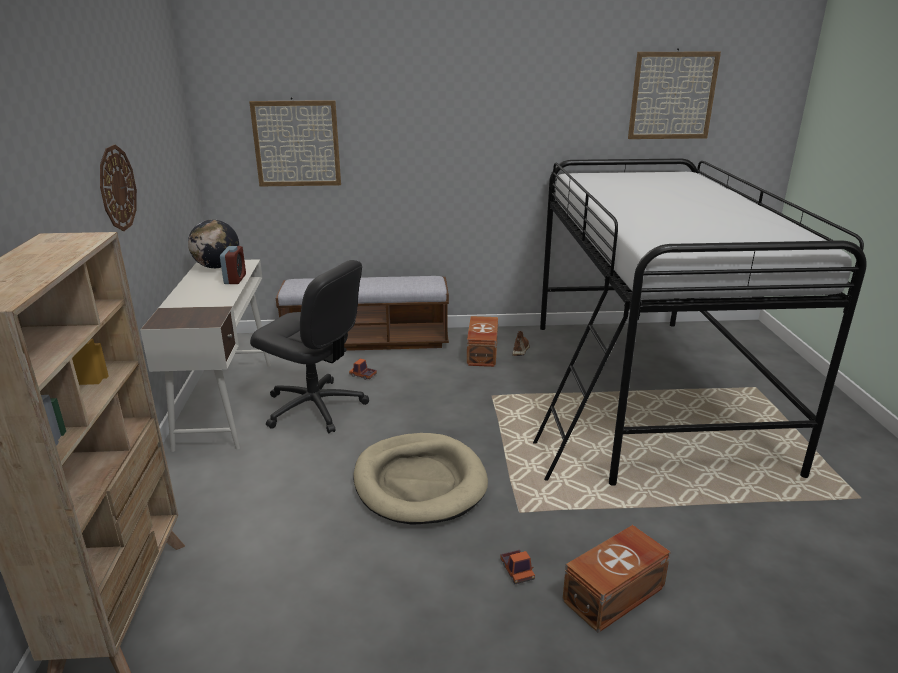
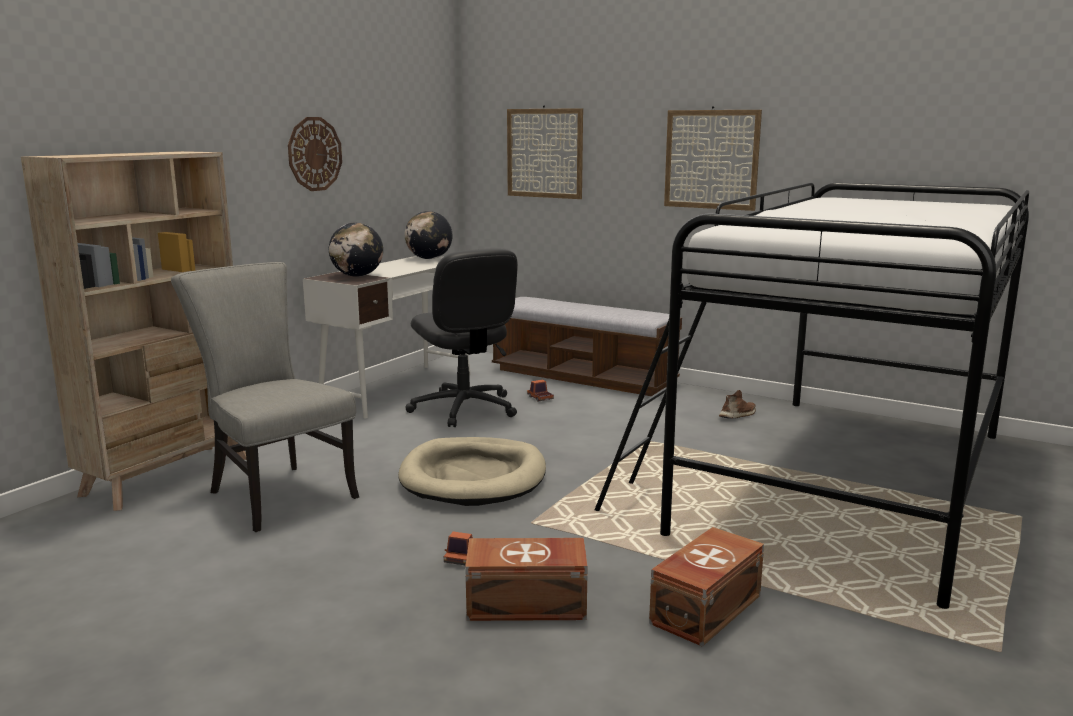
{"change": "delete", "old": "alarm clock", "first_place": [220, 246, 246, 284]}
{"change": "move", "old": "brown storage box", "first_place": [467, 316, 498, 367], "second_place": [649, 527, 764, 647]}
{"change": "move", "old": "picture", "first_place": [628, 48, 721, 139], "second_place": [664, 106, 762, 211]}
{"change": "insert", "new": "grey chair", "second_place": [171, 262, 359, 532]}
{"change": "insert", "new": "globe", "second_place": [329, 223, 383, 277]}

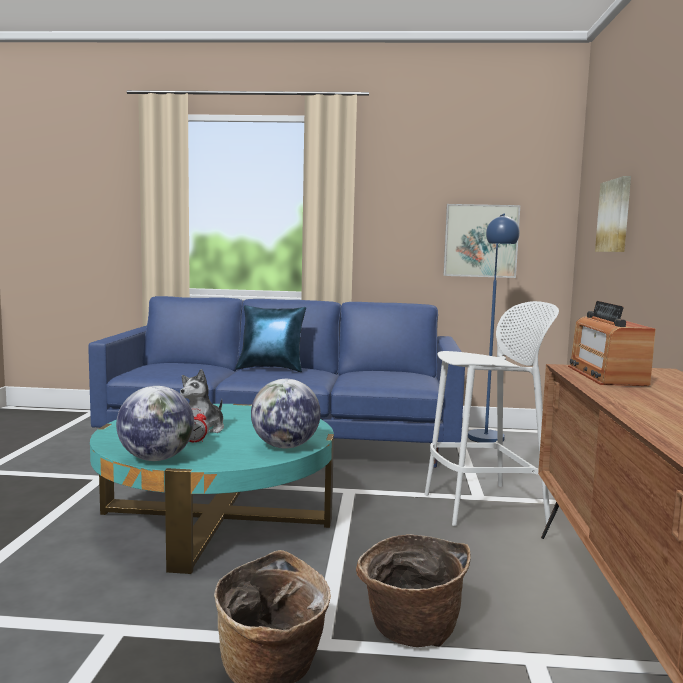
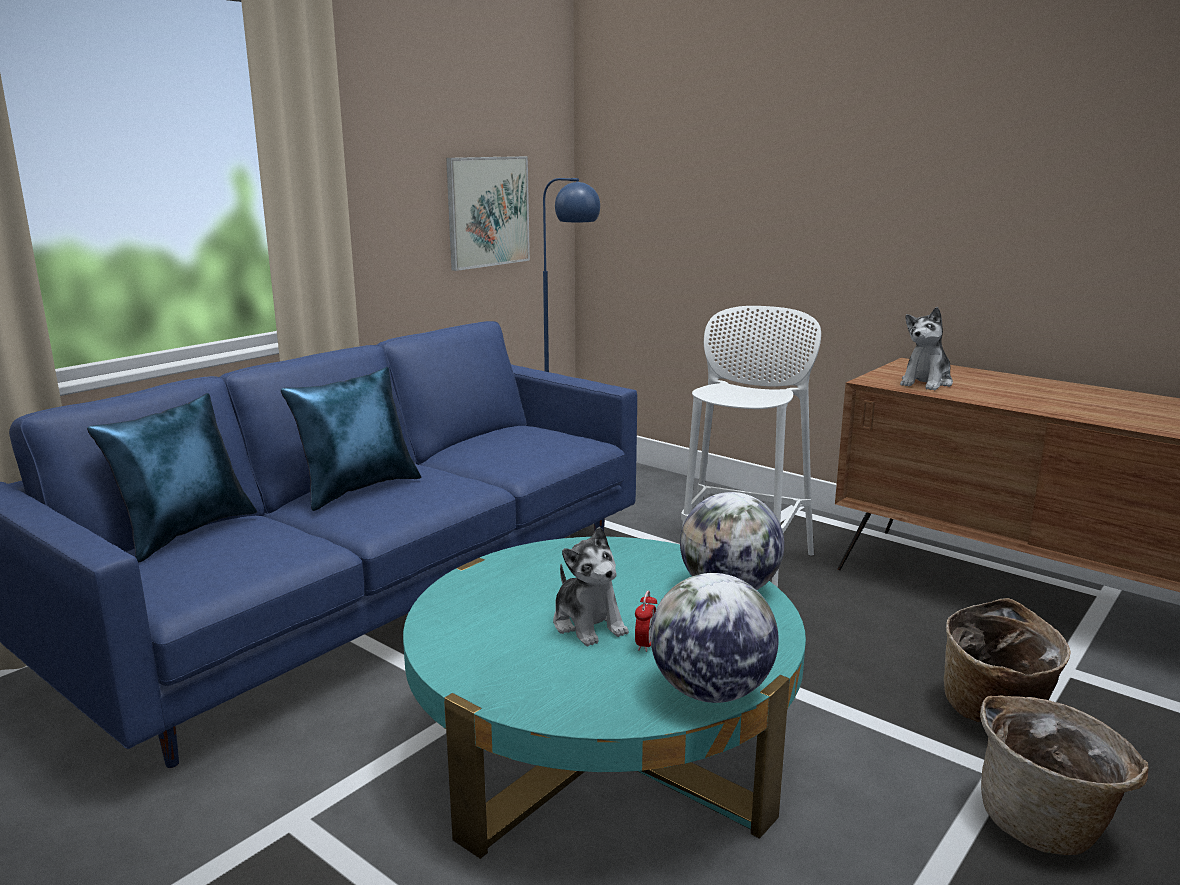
{"change": "replace", "old": "radio", "new": "plush toy", "first_place": [568, 301, 656, 386], "second_place": [900, 307, 953, 391]}
{"change": "delete", "old": "picture", "first_place": [595, 176, 631, 252]}
{"change": "insert", "new": "blue pillow", "second_place": [87, 393, 257, 563]}

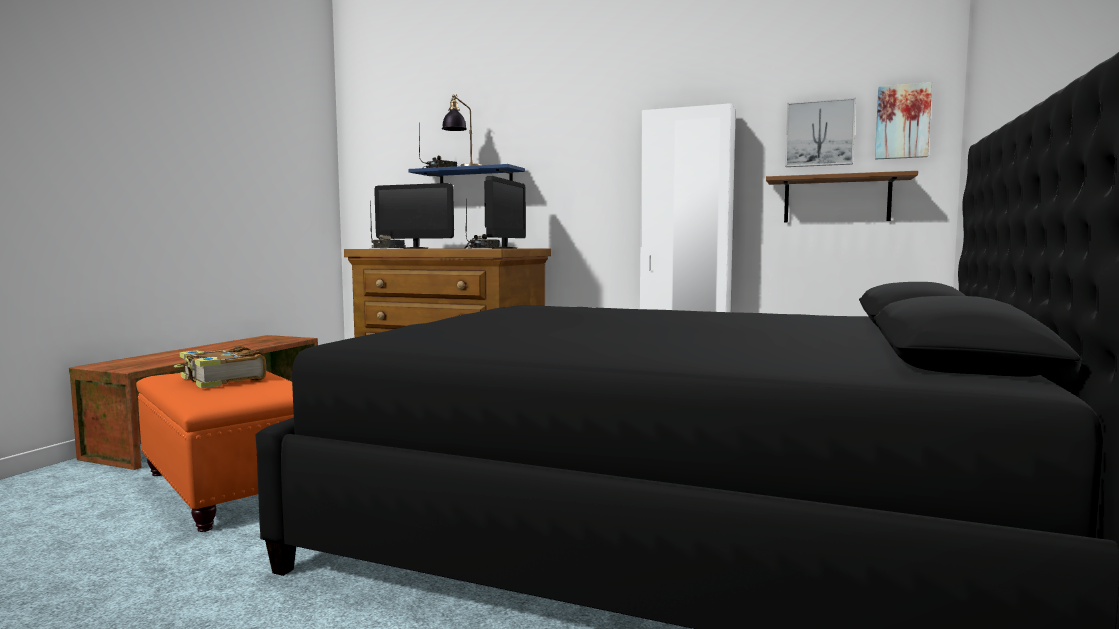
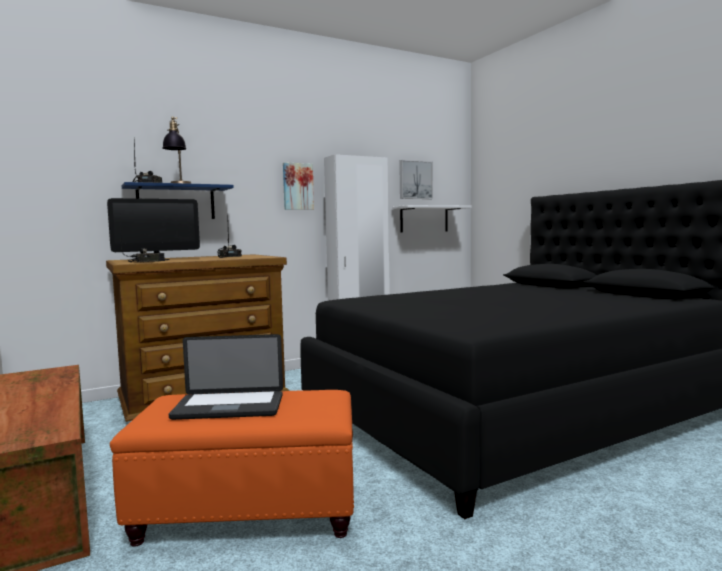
{"change": "replace", "old": "book", "new": "laptop", "first_place": [174, 346, 266, 388], "second_place": [169, 334, 283, 420]}
{"change": "delete", "old": "monitor", "first_place": [484, 176, 526, 248]}
{"change": "recolor", "old": "brown shelf", "new": "white shelf", "first_place": [766, 171, 918, 222], "second_place": [392, 205, 472, 232]}
{"change": "move", "old": "picture", "first_place": [875, 82, 932, 160], "second_place": [283, 162, 314, 210]}

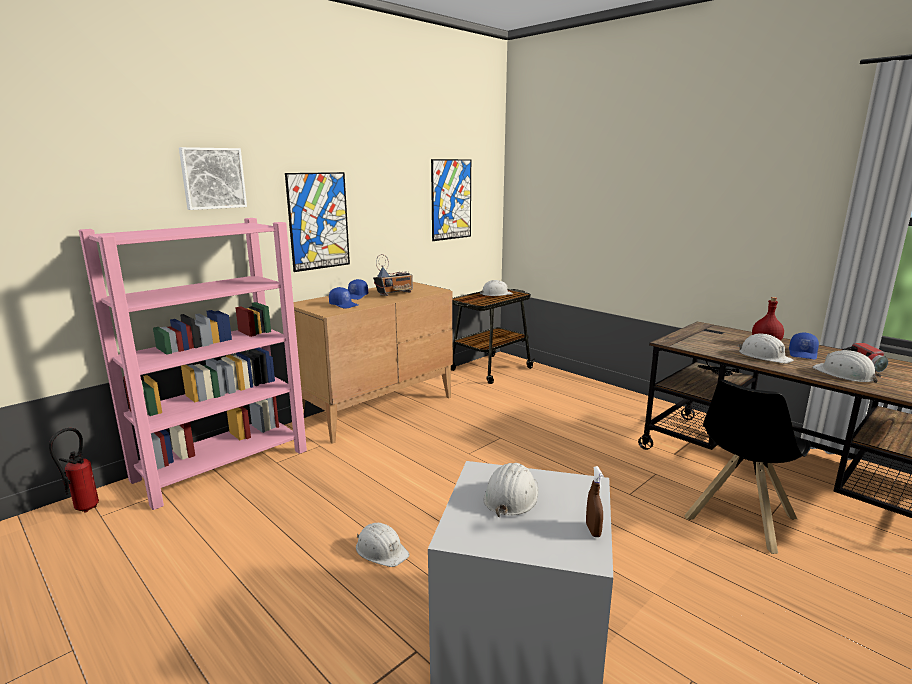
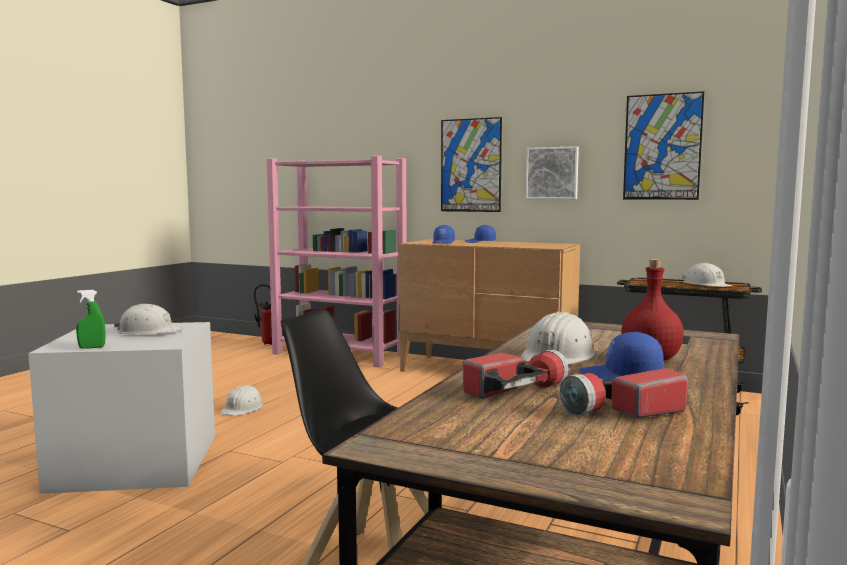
{"change": "move", "old": "picture", "first_place": [179, 147, 247, 210], "second_place": [525, 146, 579, 199]}
{"change": "delete", "old": "radio", "first_place": [373, 254, 413, 296]}
{"change": "recolor", "old": "brown spray bottle", "new": "green spray bottle", "first_place": [586, 466, 604, 537], "second_place": [76, 290, 106, 349]}
{"change": "replace", "old": "white hard hat", "new": "flashlight", "first_place": [813, 350, 882, 383], "second_place": [463, 350, 569, 399]}

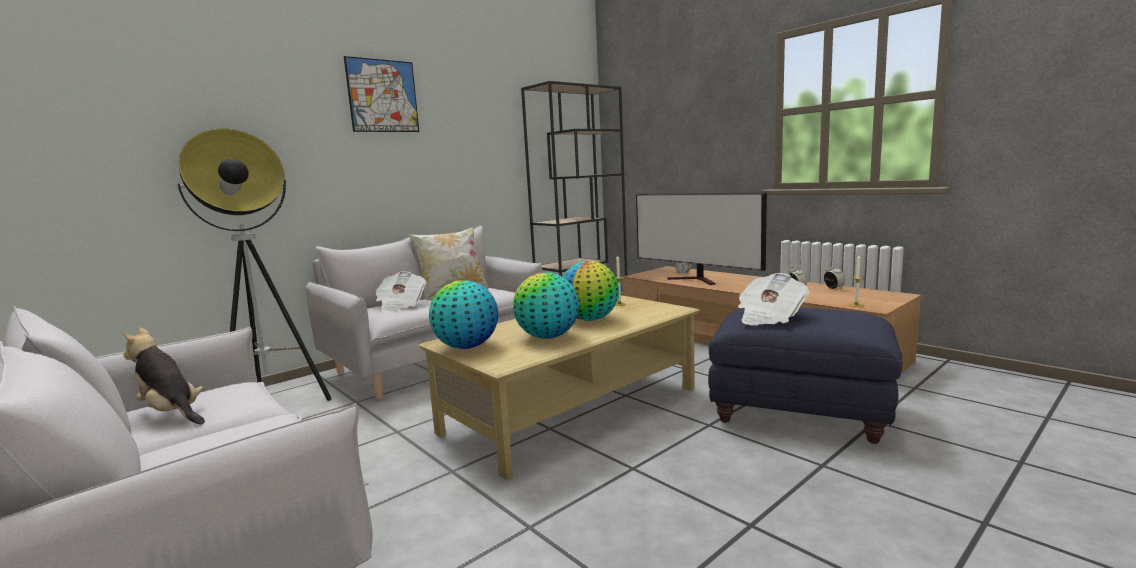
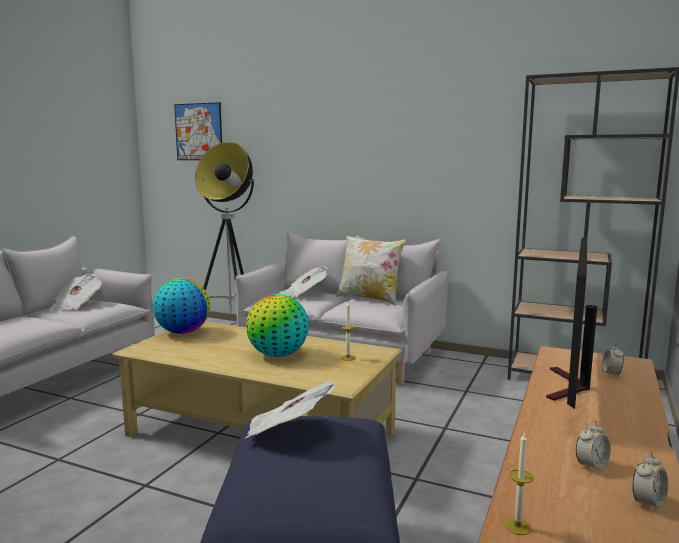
{"change": "replace", "old": "plush toy", "new": "newspaper", "first_place": [122, 328, 205, 425], "second_place": [50, 274, 102, 311]}
{"change": "move", "old": "picture", "first_place": [344, 56, 419, 132], "second_place": [174, 102, 222, 160]}
{"change": "delete", "old": "globe", "first_place": [513, 272, 579, 339]}

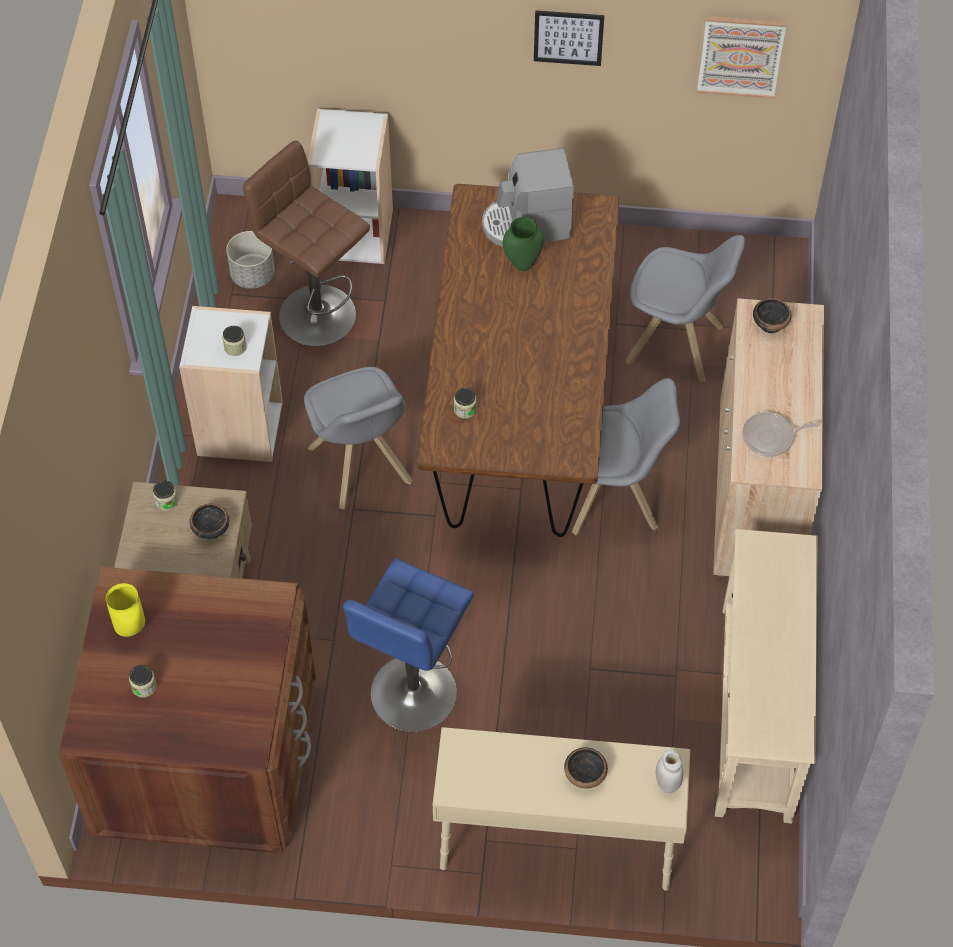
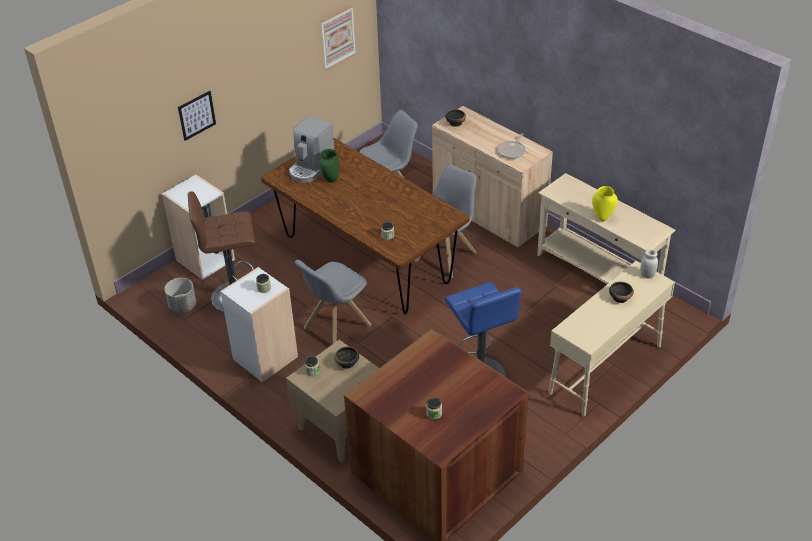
{"change": "move", "old": "yellow vase", "first_place": [106, 583, 145, 637], "second_place": [592, 186, 618, 221]}
{"change": "rotate", "old": "grey chair", "first_place": [304, 367, 412, 510], "second_place": [295, 260, 371, 344], "degrees": 120}
{"change": "move", "old": "picture", "first_place": [534, 10, 604, 66], "second_place": [178, 91, 216, 141]}

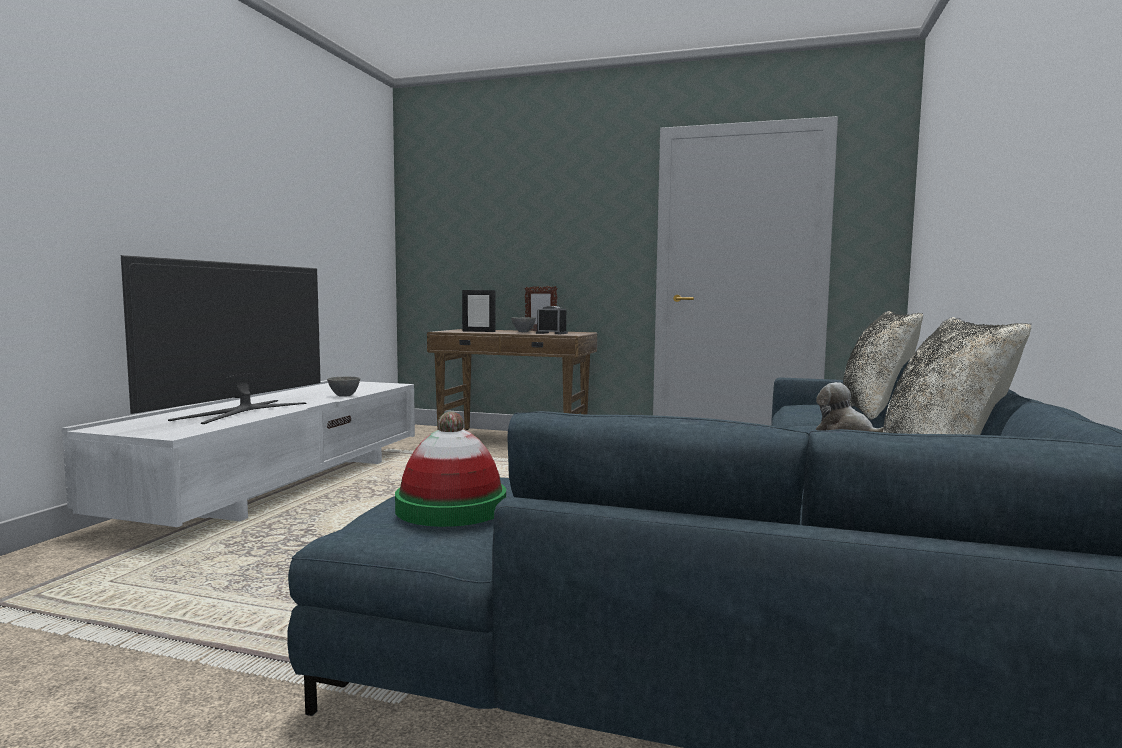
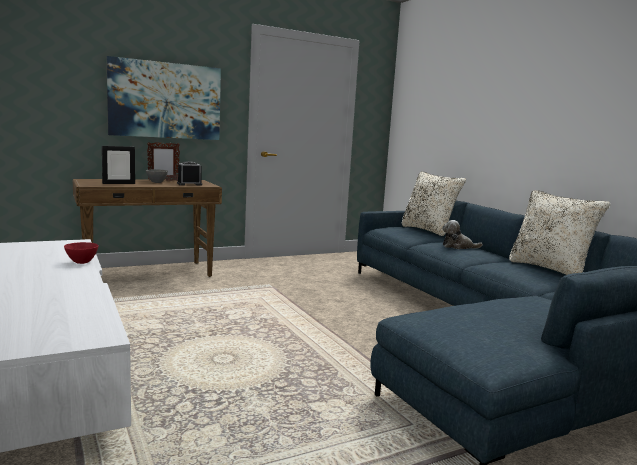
{"change": "delete", "old": "television", "first_place": [121, 255, 321, 424]}
{"change": "recolor", "old": "grey bowl", "new": "red bowl", "first_place": [327, 376, 360, 397], "second_place": [64, 242, 99, 264]}
{"change": "delete", "old": "hat", "first_place": [395, 411, 506, 527]}
{"change": "insert", "new": "picture", "second_place": [107, 56, 221, 140]}

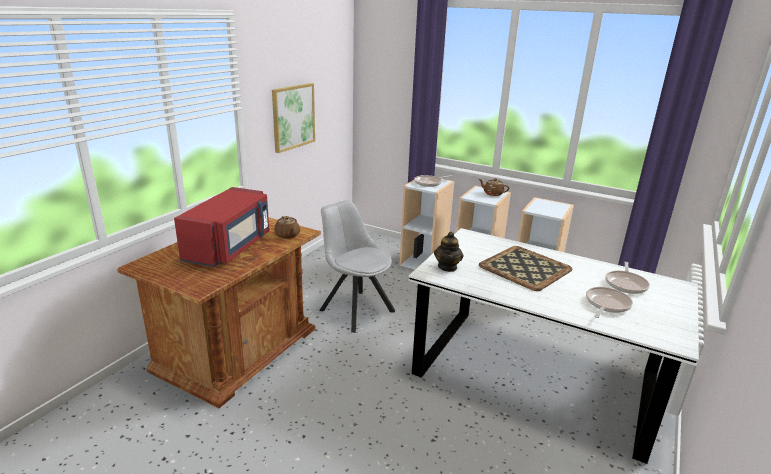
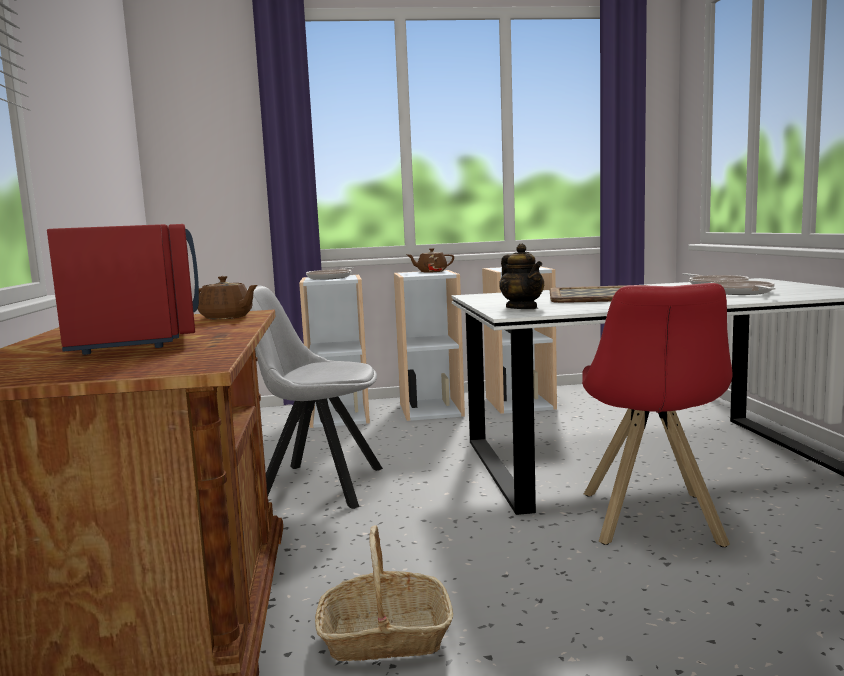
{"change": "delete", "old": "picture", "first_place": [272, 83, 315, 153]}
{"change": "insert", "new": "basket", "second_place": [315, 525, 453, 661]}
{"change": "insert", "new": "red chair", "second_place": [582, 283, 733, 547]}

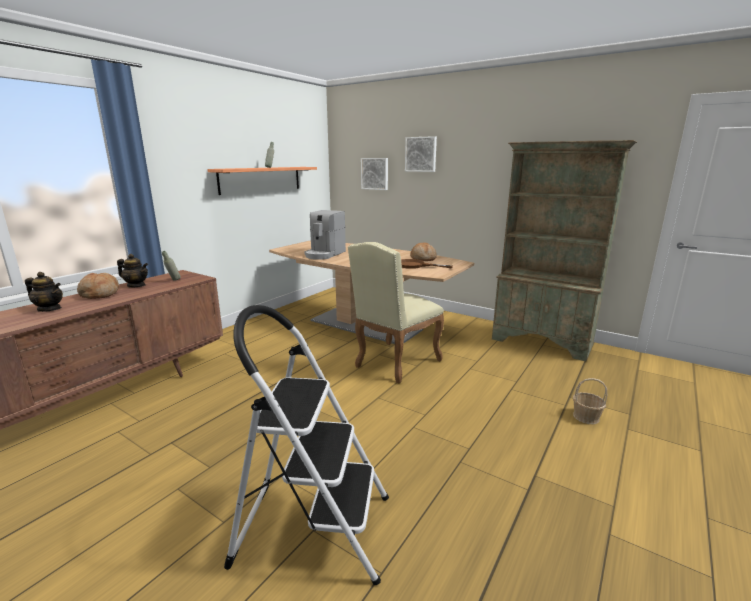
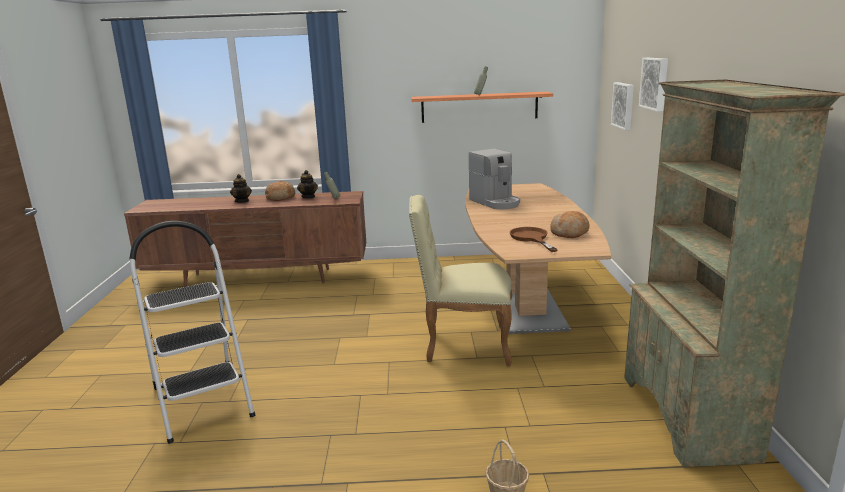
{"change": "rotate", "old": "coffee machine", "first_place": [304, 210, 346, 260], "second_place": [469, 149, 520, 209], "degrees": -105}

